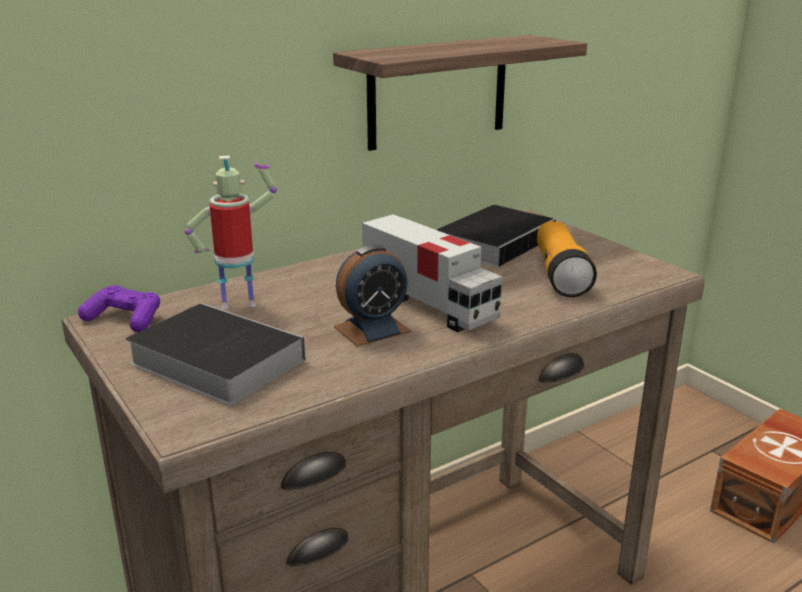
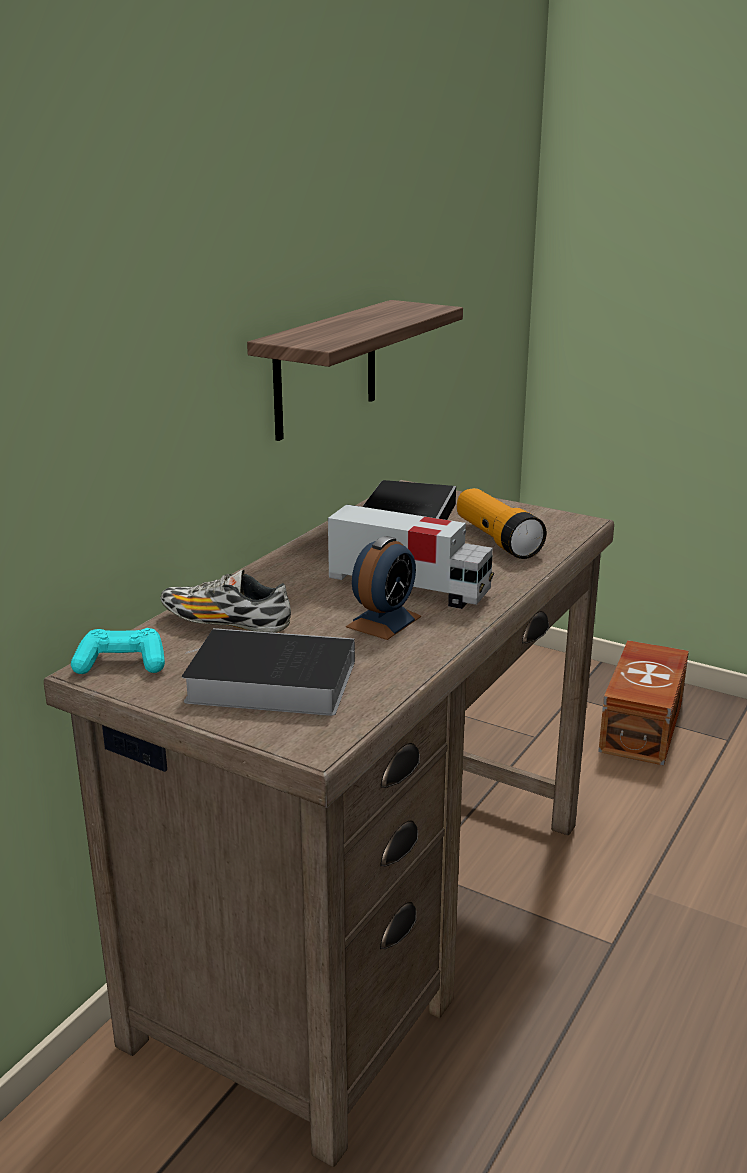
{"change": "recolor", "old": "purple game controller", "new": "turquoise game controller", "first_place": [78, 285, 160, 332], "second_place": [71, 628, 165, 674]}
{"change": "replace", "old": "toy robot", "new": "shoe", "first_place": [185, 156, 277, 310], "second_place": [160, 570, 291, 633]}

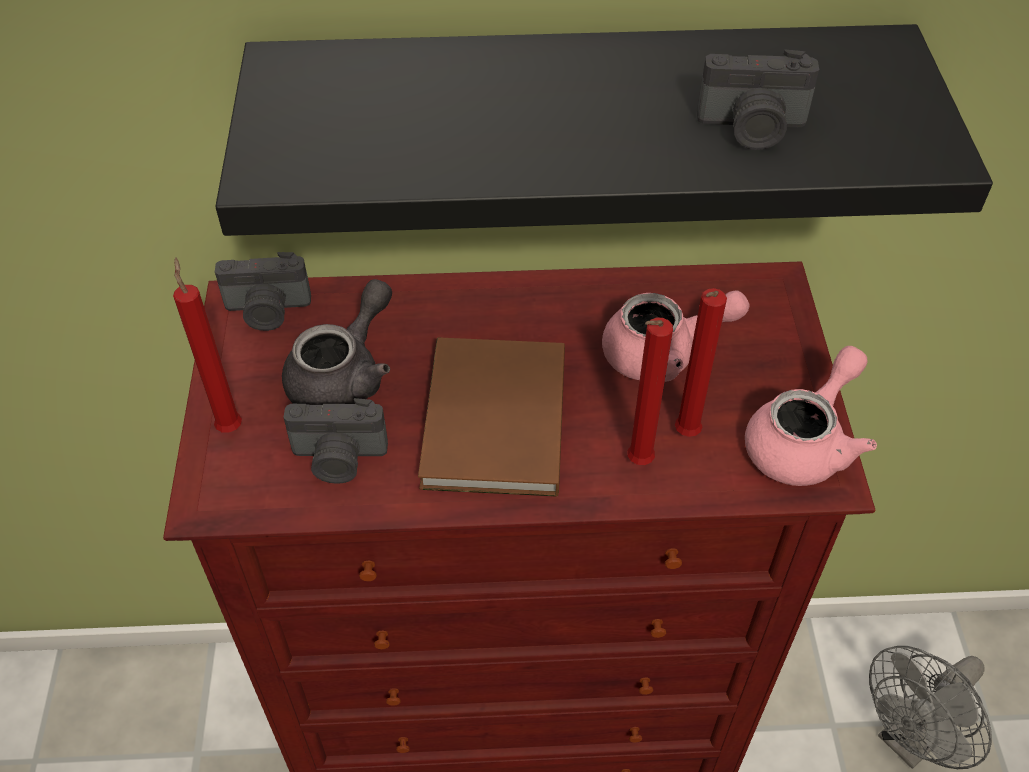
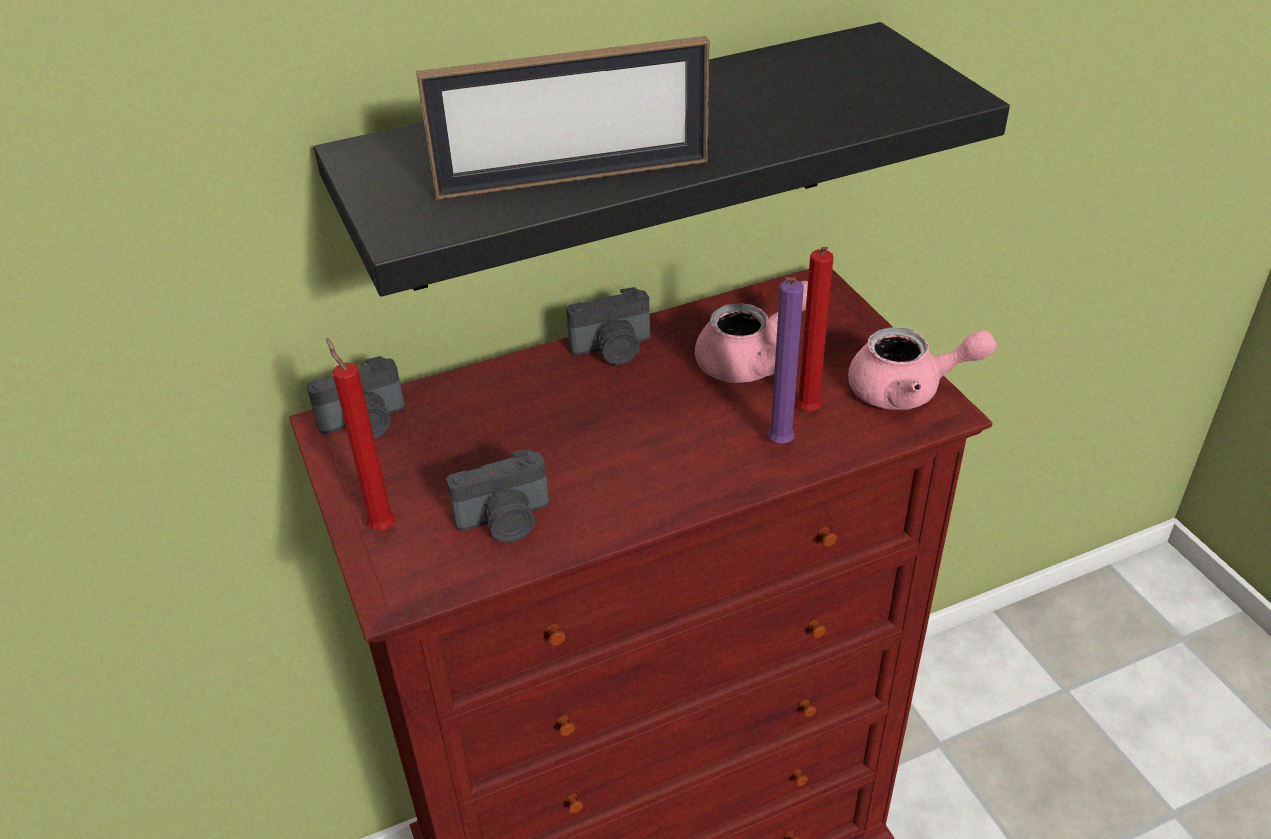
{"change": "delete", "old": "grey teapot", "first_place": [282, 279, 392, 405]}
{"change": "delete", "old": "brown book", "first_place": [418, 337, 565, 497]}
{"change": "recolor", "old": "red candle", "new": "purple candle", "first_place": [627, 317, 673, 465], "second_place": [768, 277, 804, 444]}
{"change": "move", "old": "photo camera", "first_place": [697, 49, 819, 150], "second_place": [566, 287, 650, 365]}
{"change": "rotate", "old": "pink teapot", "first_place": [745, 346, 877, 486], "second_place": [848, 327, 996, 410], "degrees": 75}
{"change": "delete", "old": "grey fan", "first_place": [869, 646, 992, 769]}
{"change": "insert", "new": "picture frame", "second_place": [416, 36, 709, 200]}

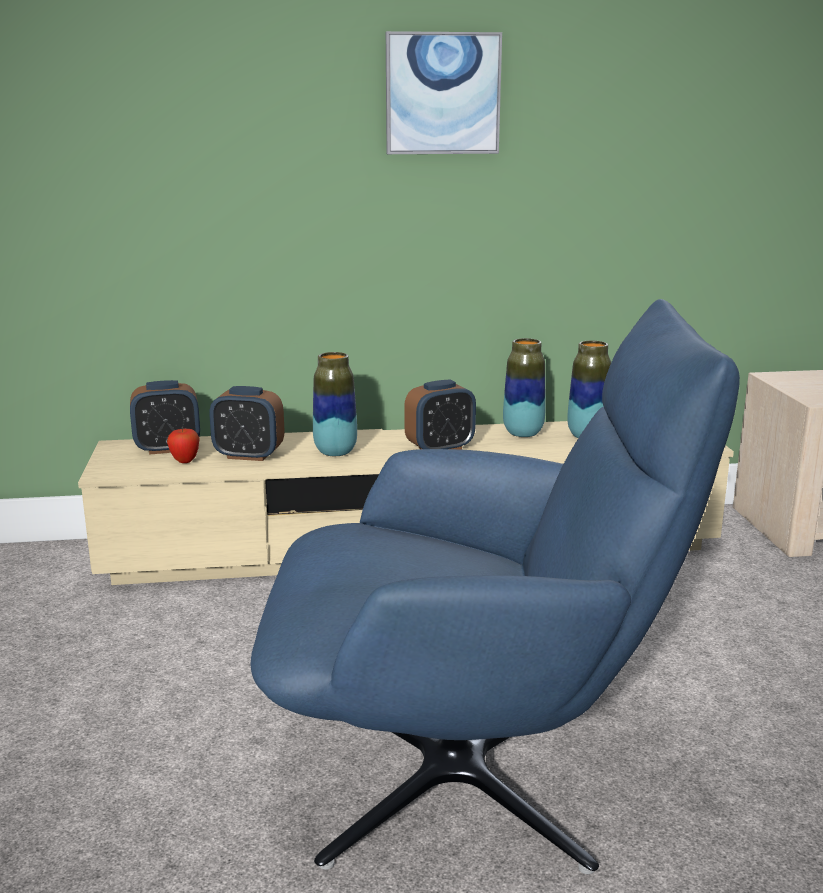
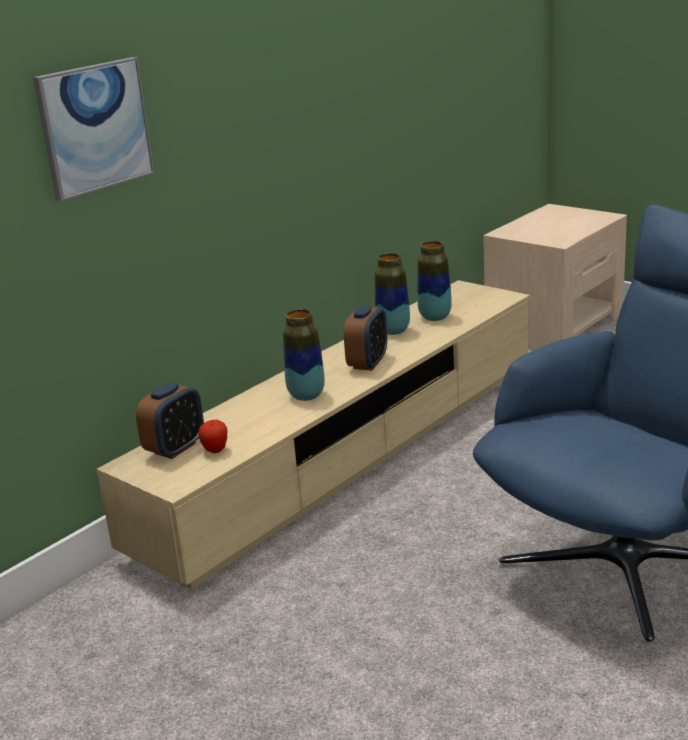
{"change": "delete", "old": "alarm clock", "first_place": [209, 386, 284, 461]}
{"change": "move", "old": "picture", "first_place": [386, 31, 502, 154], "second_place": [33, 57, 154, 201]}

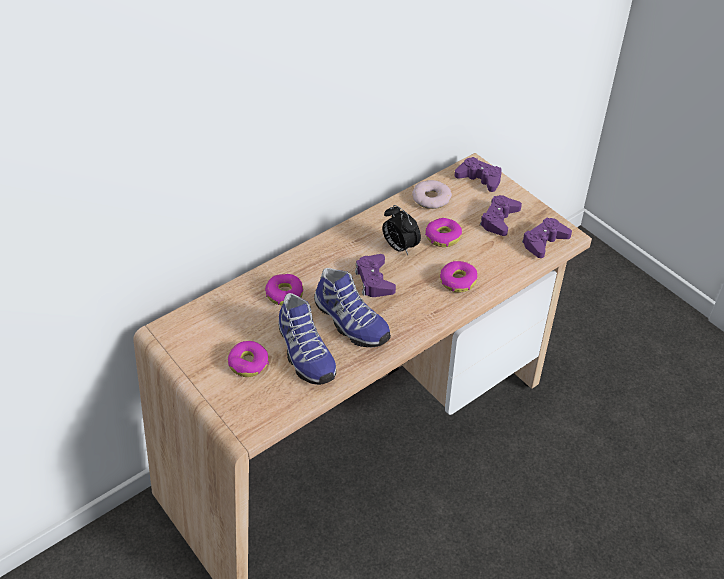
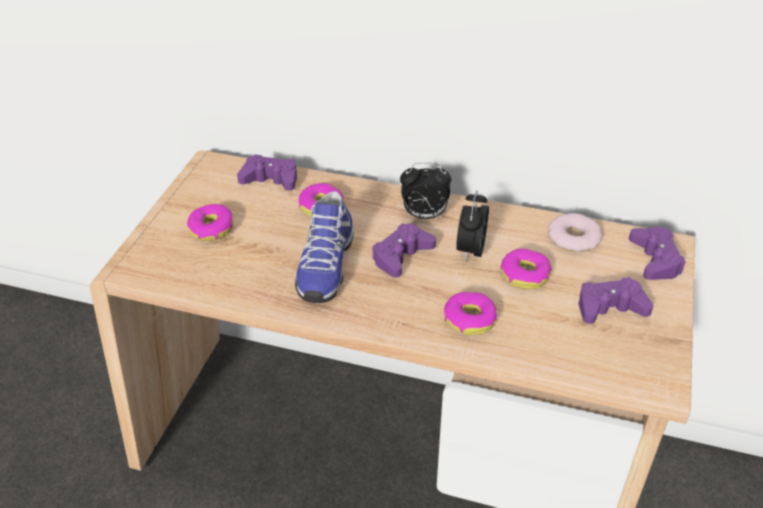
{"change": "delete", "old": "shoe", "first_place": [278, 293, 336, 385]}
{"change": "move", "old": "purple game controller", "first_place": [522, 217, 572, 258], "second_place": [237, 154, 297, 191]}
{"change": "insert", "new": "alarm clock", "second_place": [400, 162, 451, 219]}

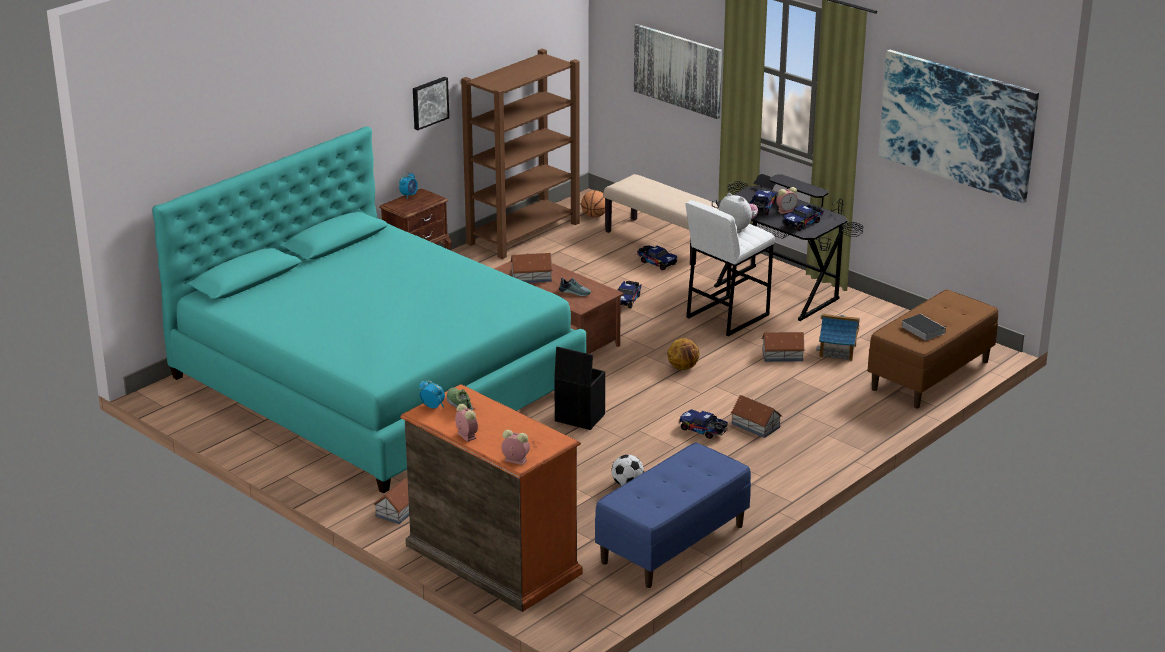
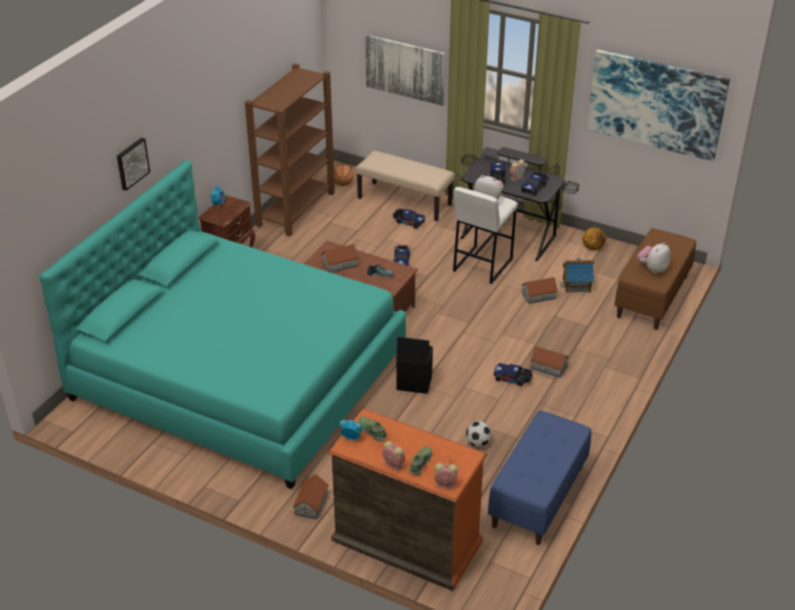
{"change": "move", "old": "picture", "first_place": [413, 77, 449, 130], "second_place": [117, 137, 150, 191]}
{"change": "move", "old": "basketball", "first_place": [667, 338, 699, 370], "second_place": [583, 227, 606, 250]}
{"change": "replace", "old": "book", "new": "plush toy", "first_place": [901, 314, 946, 341], "second_place": [637, 242, 671, 274]}
{"change": "insert", "new": "shoe", "second_place": [409, 446, 432, 475]}

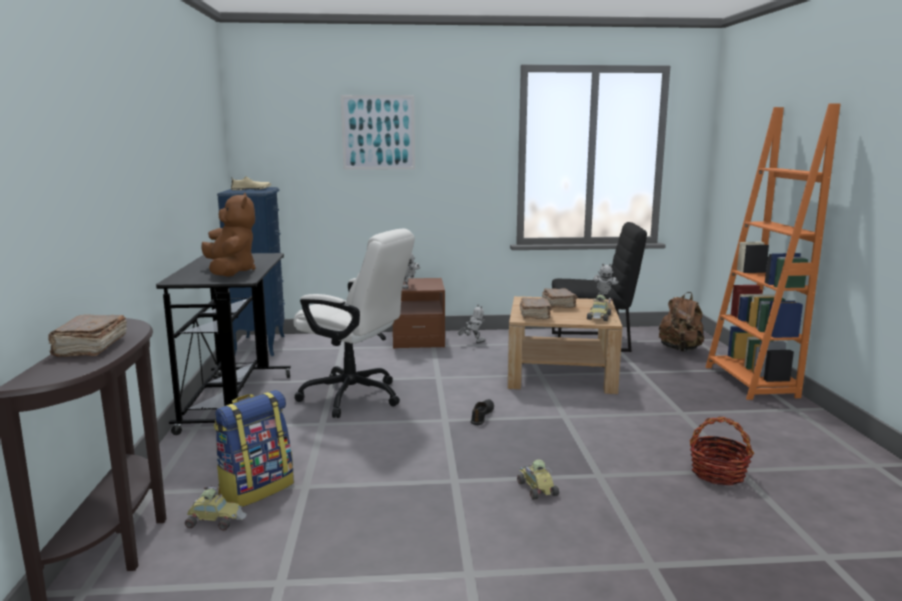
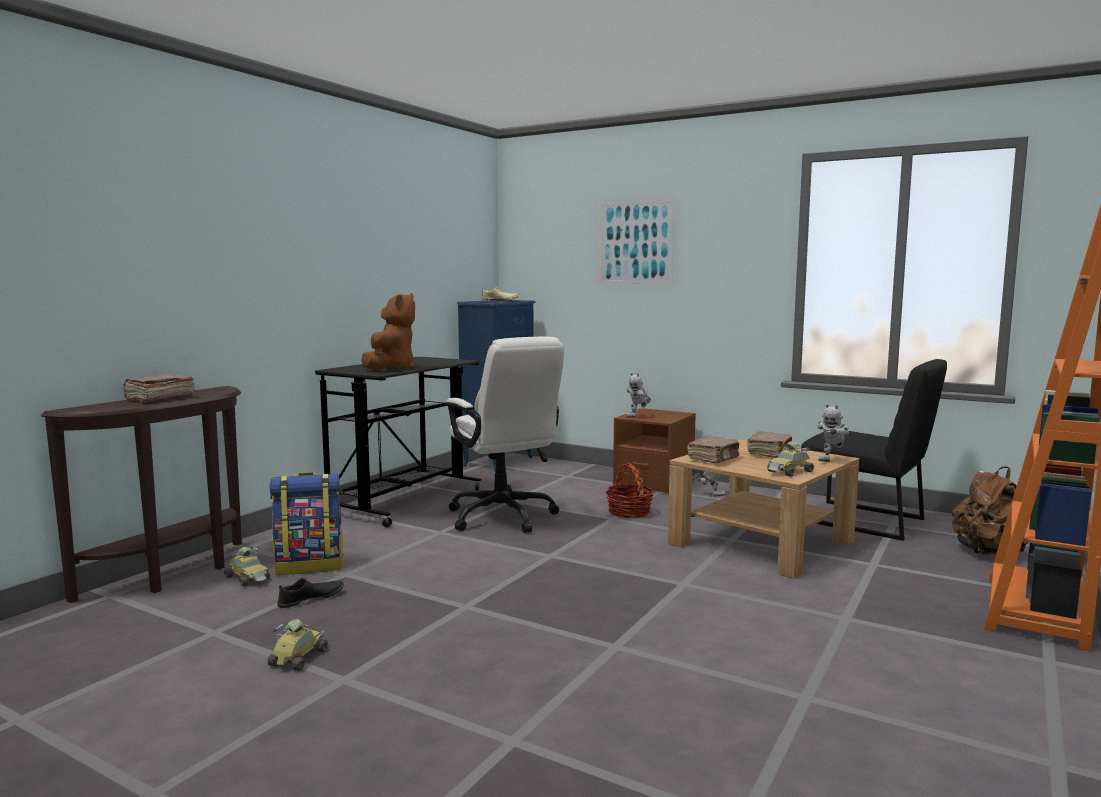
{"change": "move", "old": "black shoe", "first_place": [471, 399, 494, 425], "second_place": [277, 578, 344, 608]}
{"change": "move", "old": "toy car", "first_place": [517, 460, 559, 500], "second_place": [268, 619, 328, 671]}
{"change": "move", "old": "basket", "first_place": [690, 416, 754, 485], "second_place": [606, 463, 653, 518]}

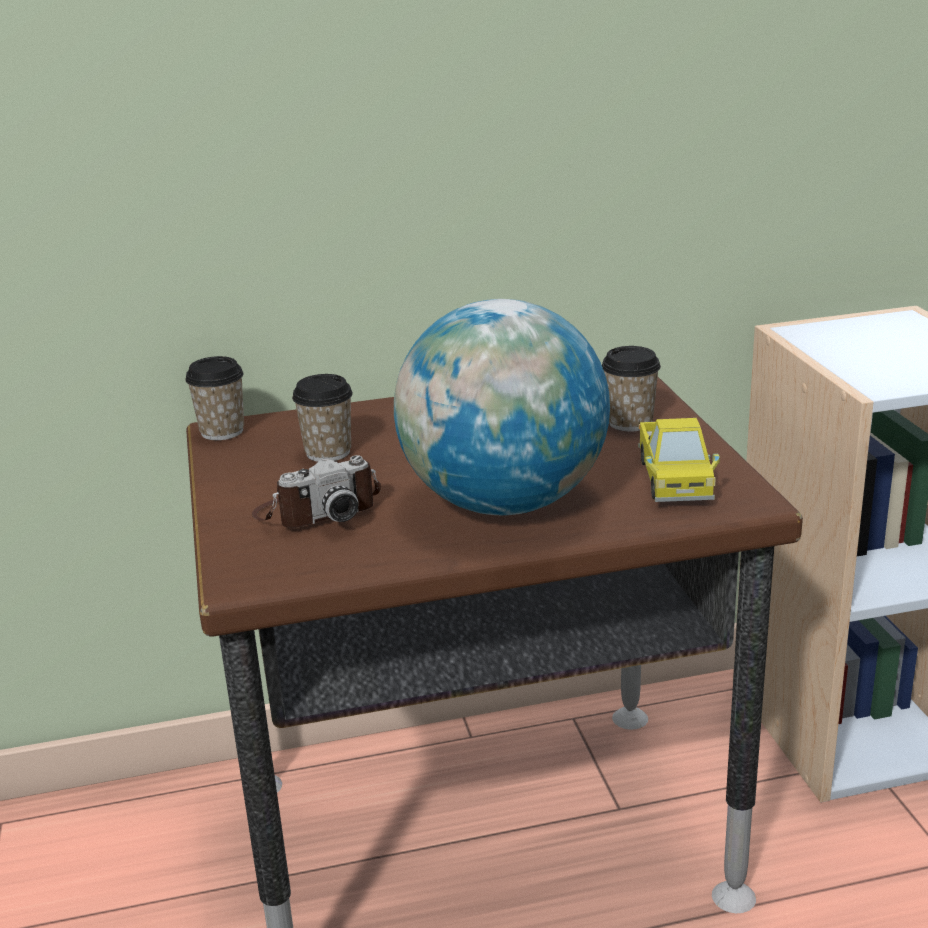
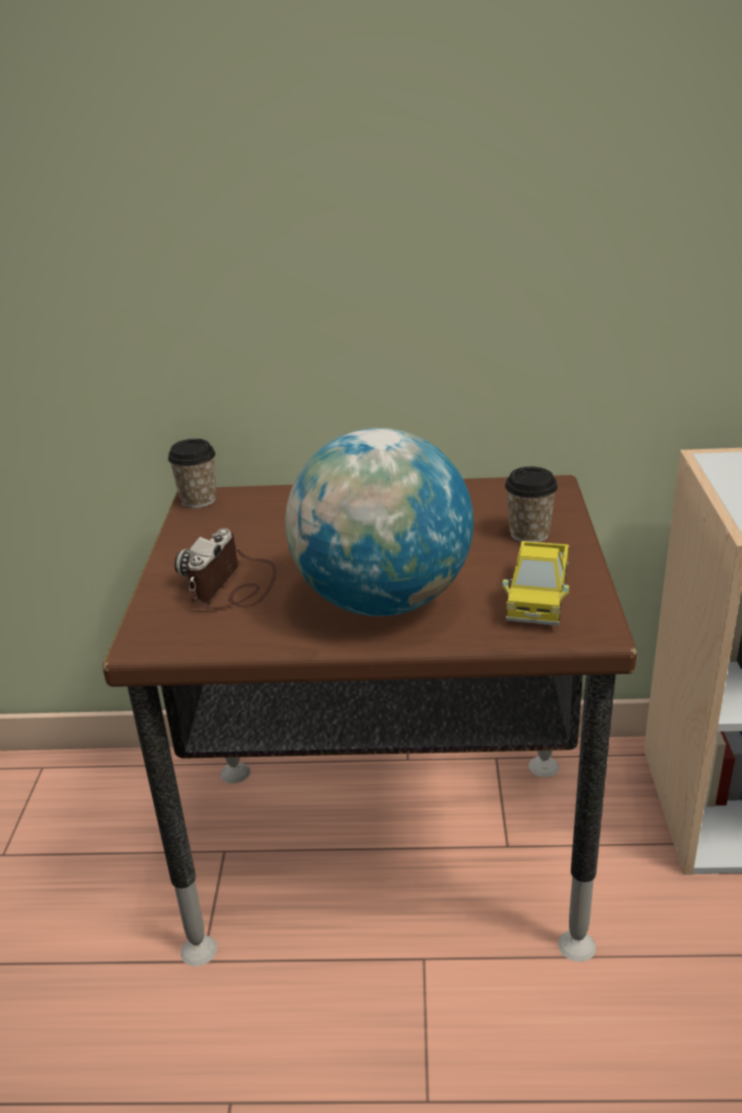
{"change": "rotate", "old": "photo camera", "first_place": [252, 455, 381, 528], "second_place": [175, 528, 277, 609], "degrees": 120}
{"change": "delete", "old": "cup", "first_place": [292, 374, 353, 462]}

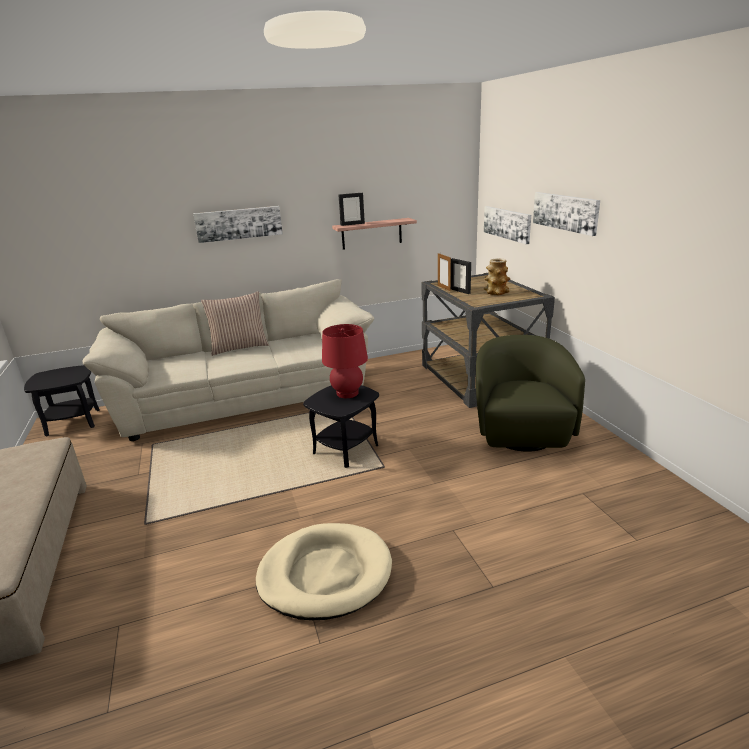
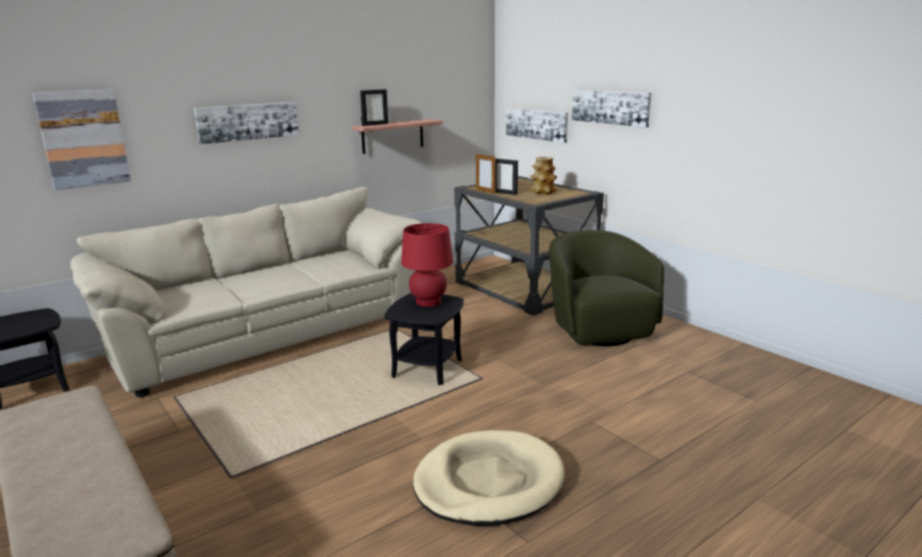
{"change": "delete", "old": "pillow", "first_place": [201, 291, 269, 356]}
{"change": "insert", "new": "picture", "second_place": [32, 89, 131, 190]}

